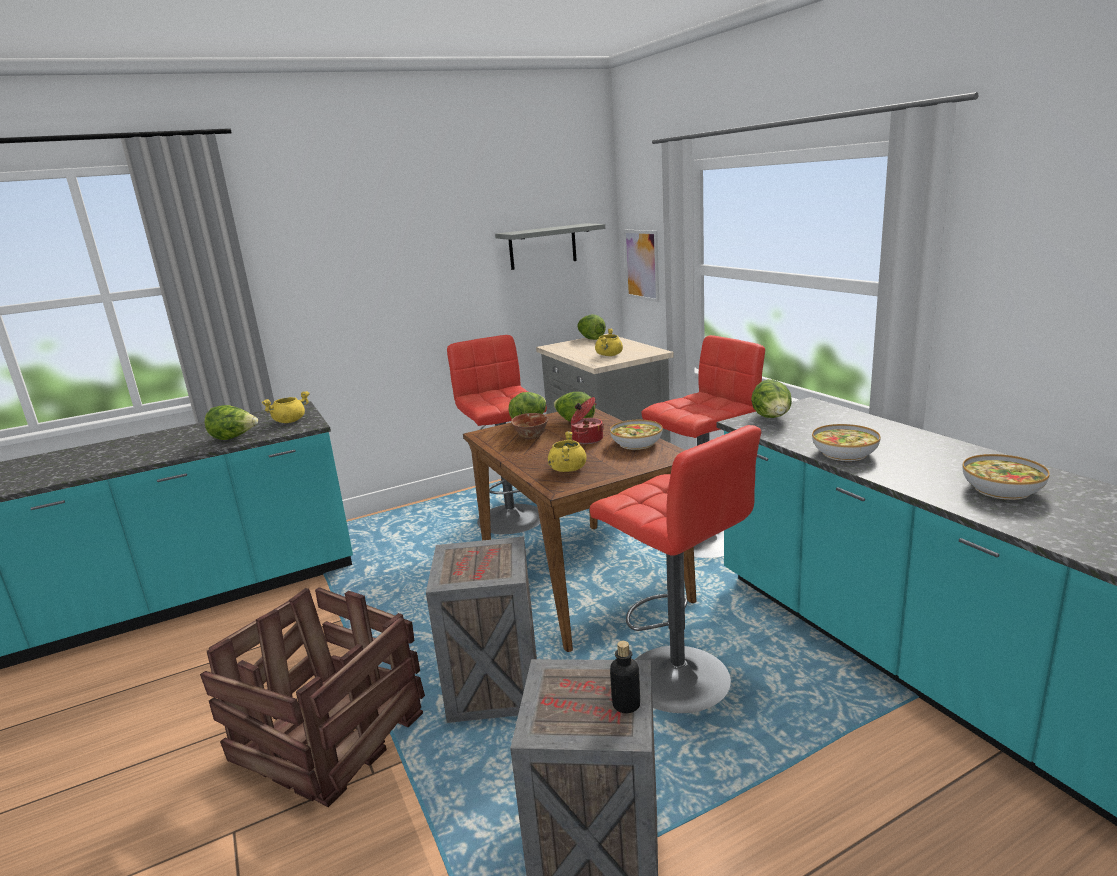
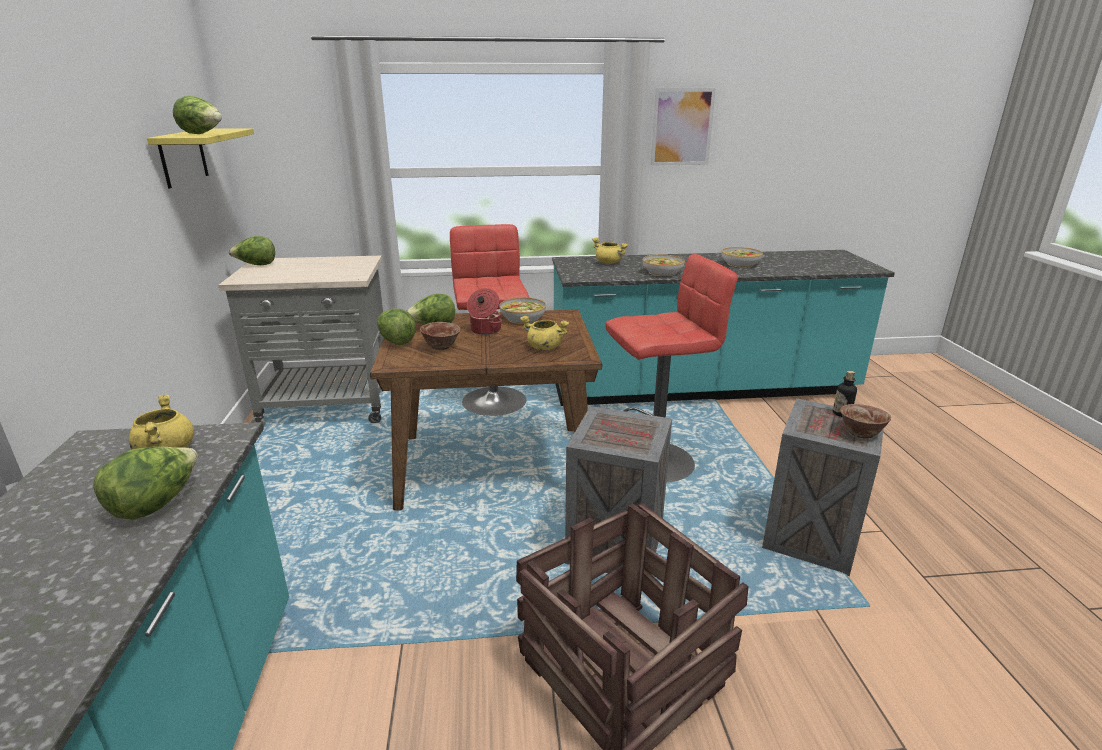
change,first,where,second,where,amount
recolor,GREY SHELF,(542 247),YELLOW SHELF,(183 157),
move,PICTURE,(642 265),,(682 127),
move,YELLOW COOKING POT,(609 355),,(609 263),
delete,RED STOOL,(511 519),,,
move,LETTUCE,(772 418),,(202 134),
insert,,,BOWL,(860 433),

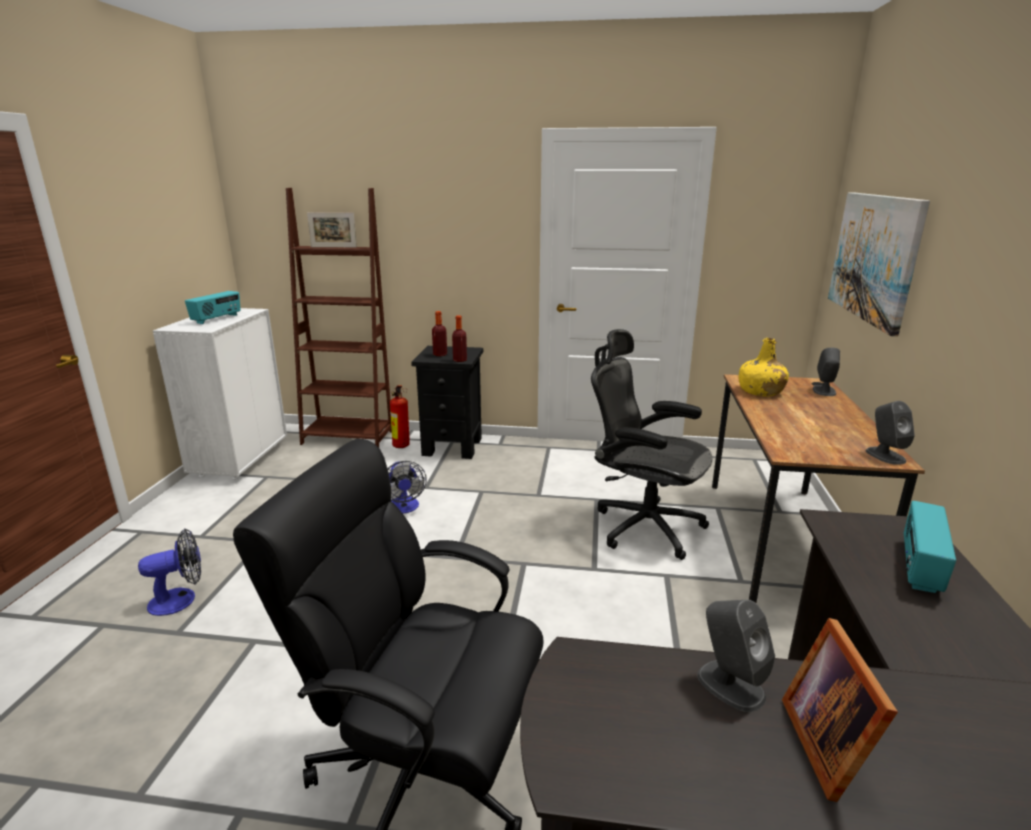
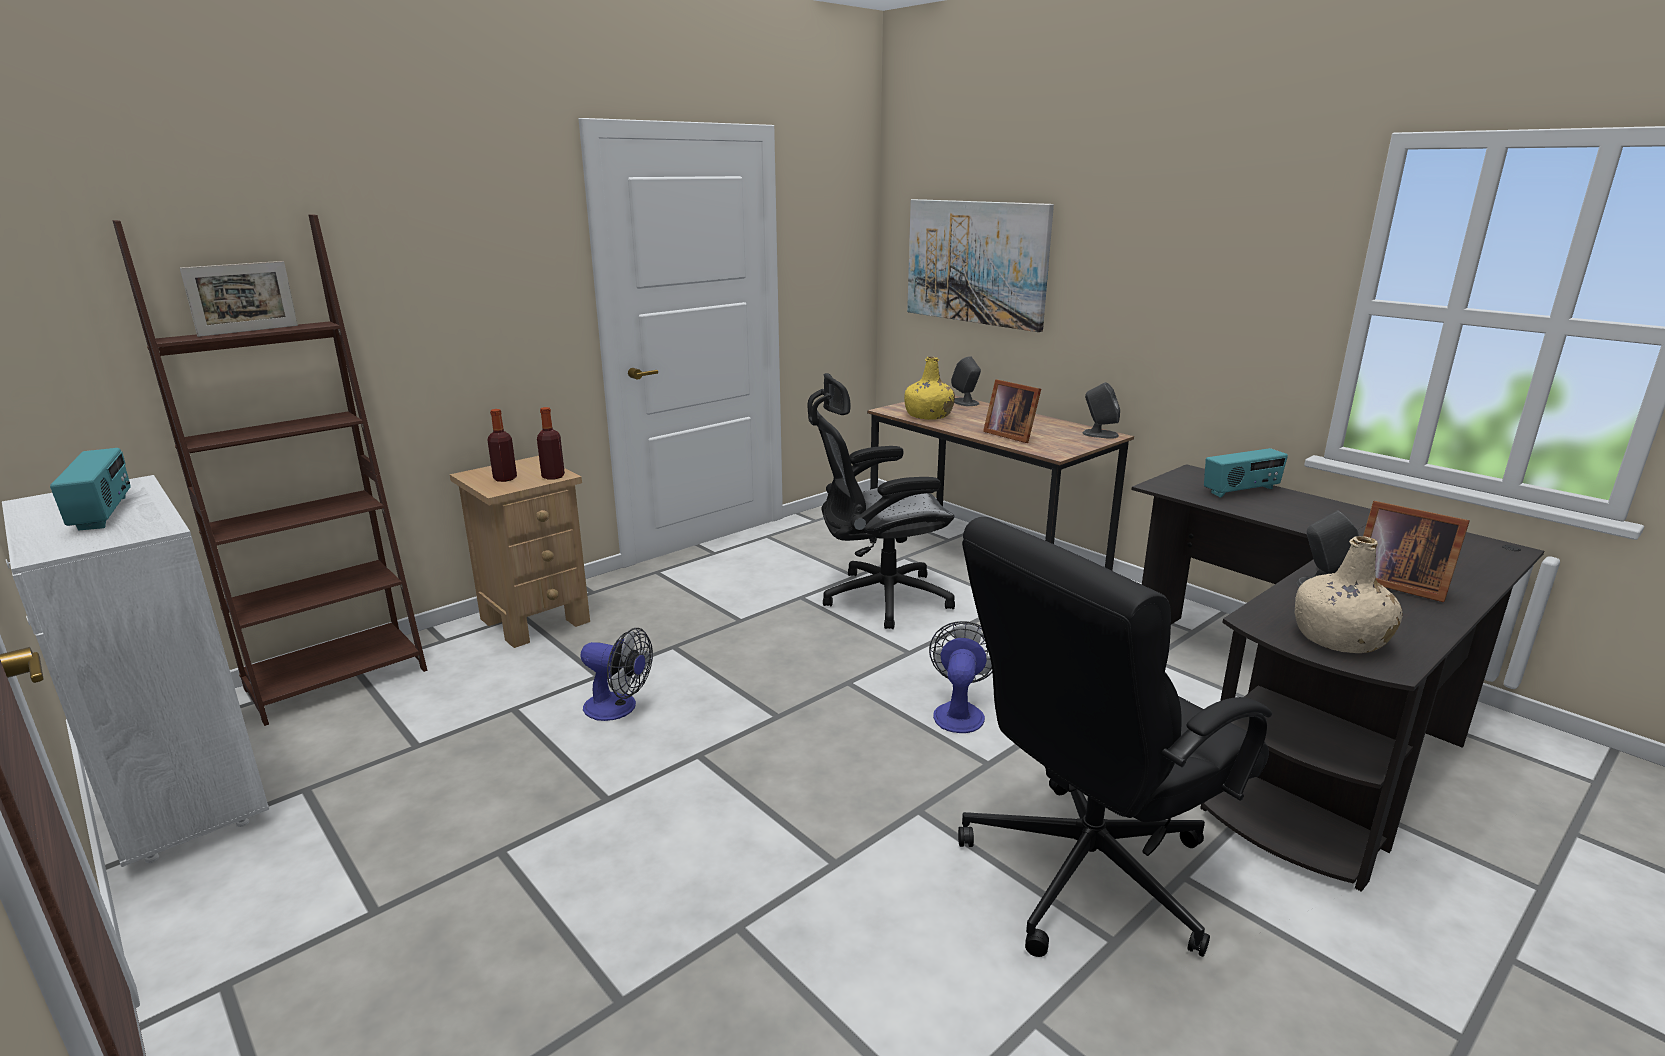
change,first,where,second,where,amount
recolor,BLACK NIGHTSTAND,(453 447),BEIGE NIGHTSTAND,(537 620),
delete,FIRE EXTINGUISHER,(401 447),,,
rotate,RADIO,(919 567),,(1241 491),90 degrees counterclockwise
move,FAN,(181 599),,(959 712),
insert,,,PICTURE FRAME,(1010 435),
insert,,,BEIGE BOTTLE,(1339 639),

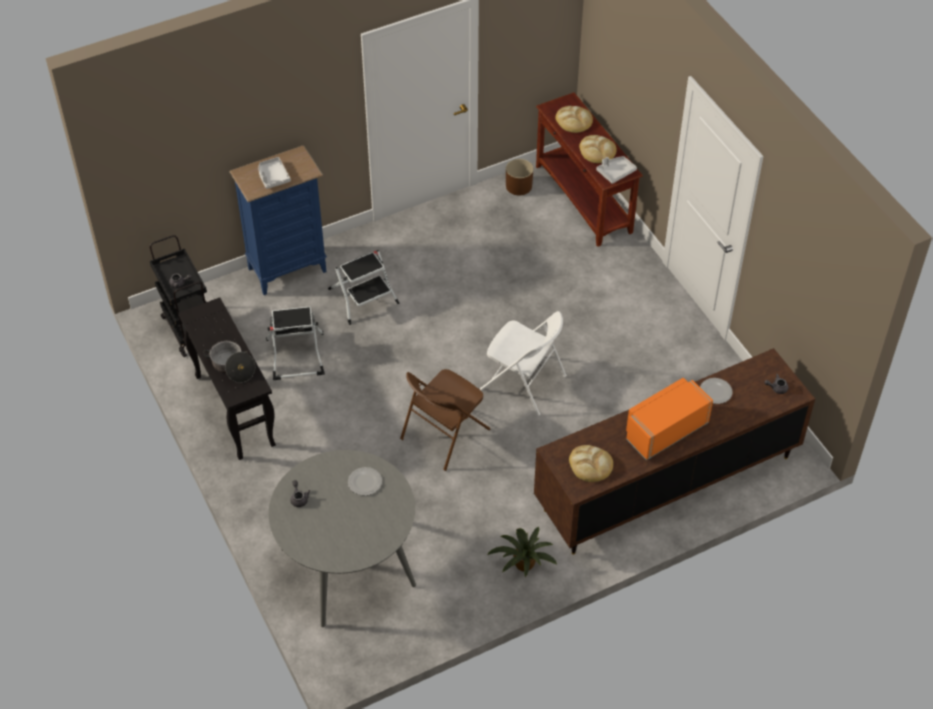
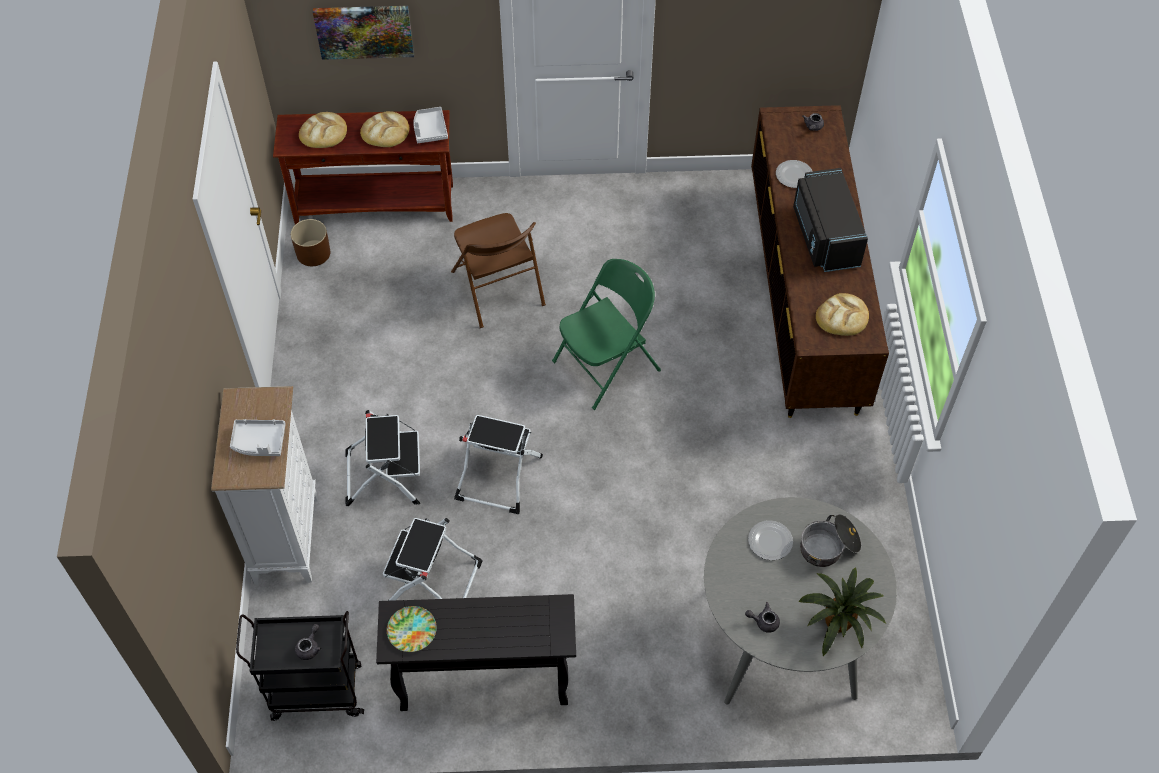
change,first,where,second,where,amount
recolor,BLUE DRESSER,(289 270),WHITE DRESSER,(288 538),
recolor,WHITE CHAIR,(523 383),GREEN CHAIR,(606 366),
move,COOKING POT,(232 367),,(829 547),
move,BROWN CHAIR,(444 434),,(497 288),
recolor,ORANGE MICROWAVE,(664 430),BLACK MICROWAVE,(824 236),
move,POTTED PLANT,(522 564),,(838 623),
insert,,,PICTURE,(364 31),
insert,,,STEP LADDER,(497 474),
insert,,,PLATE,(411 630),

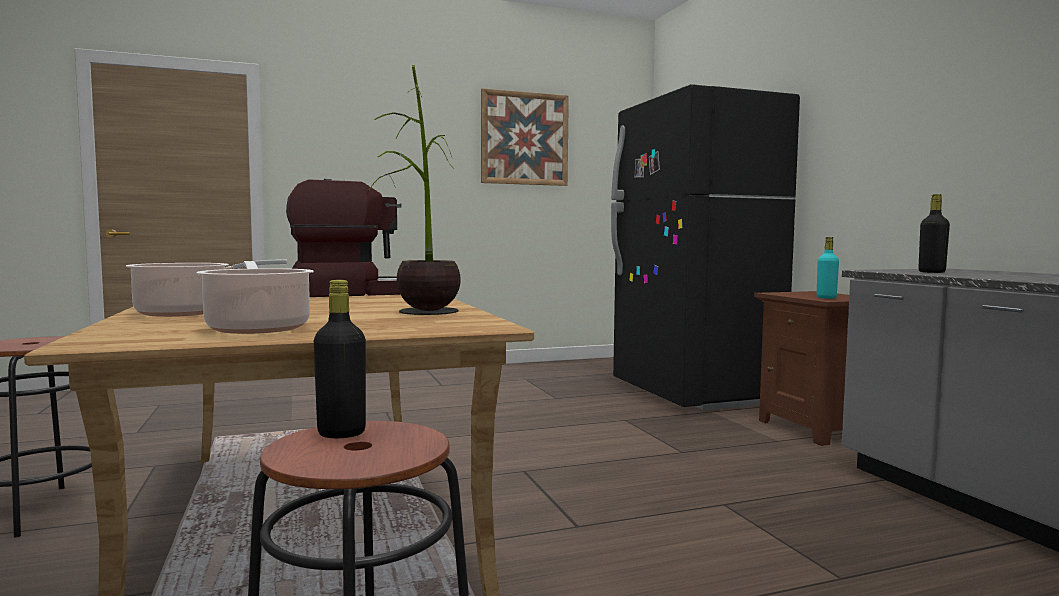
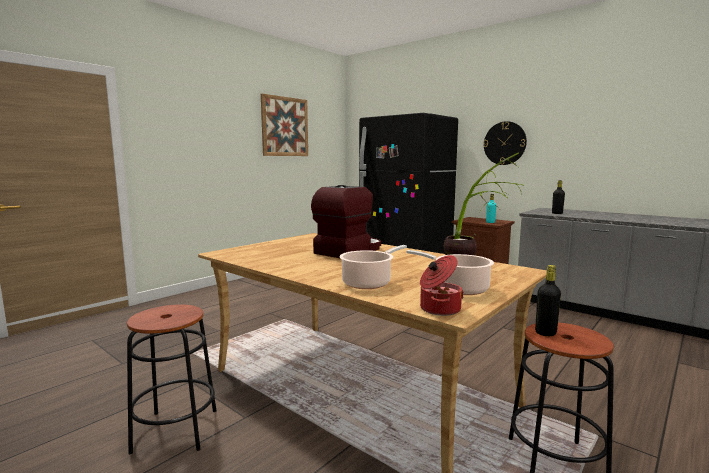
change,first,where,second,where,amount
insert,,,WALL CLOCK,(504 143),
insert,,,COOKING POT,(438 309),

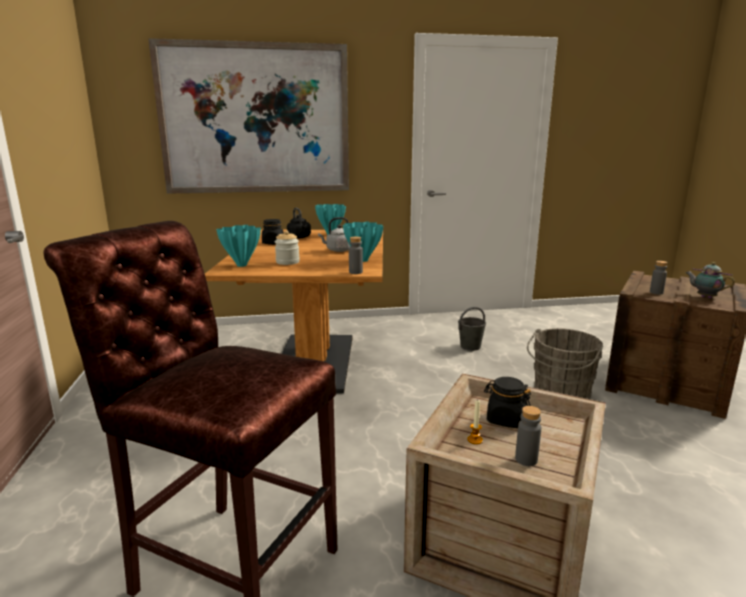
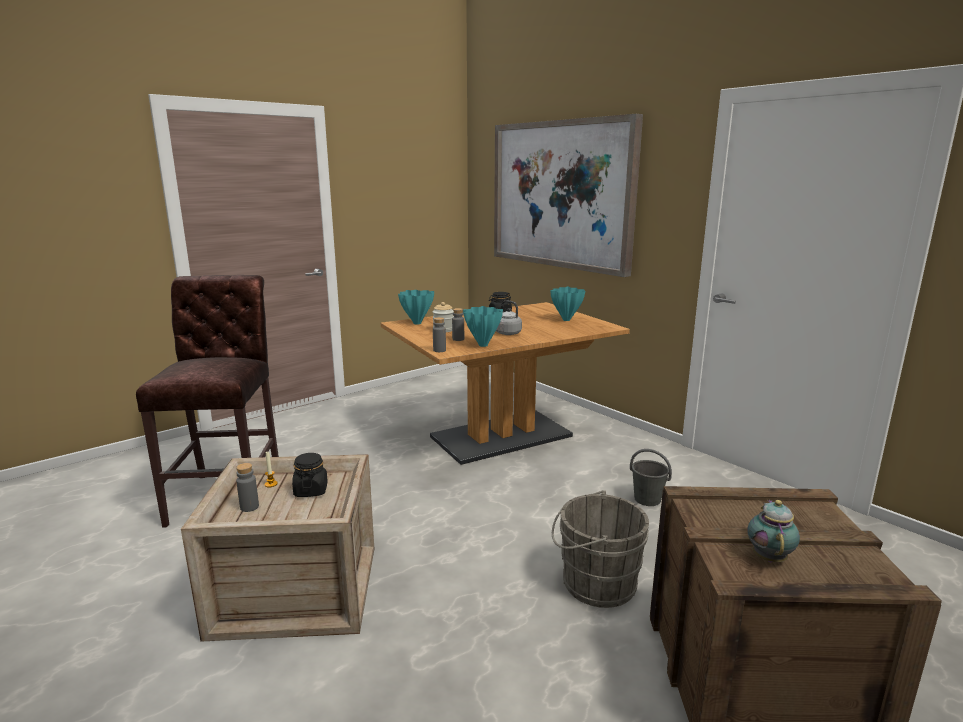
change,first,where,second,where,amount
delete,BLACK KETTLE,(299 237),,,
move,GREY BOTTLE,(656 292),,(458 339),

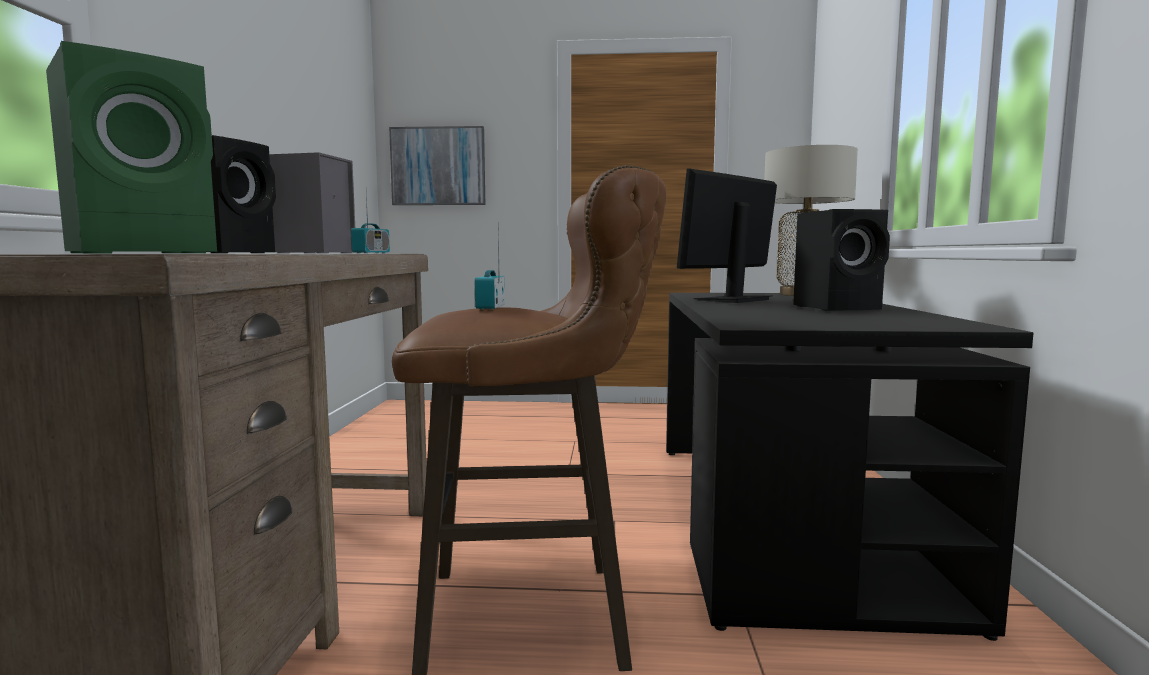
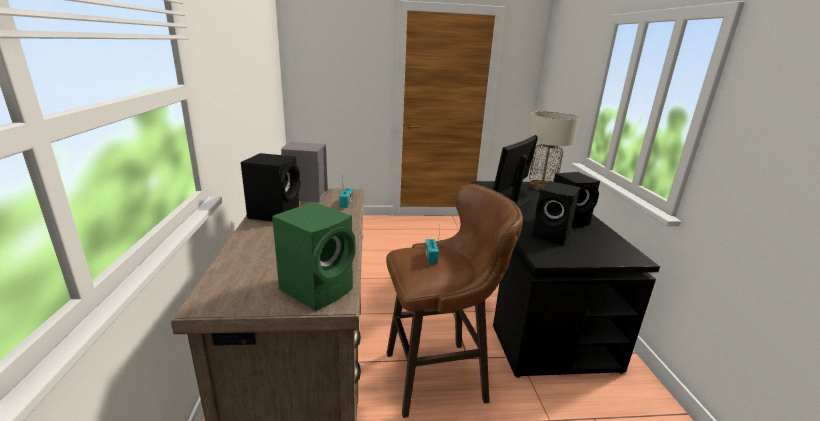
change,first,where,second,where,amount
delete,PICTURE,(438 166),,,
insert,,,BLACK SPEAKER,(552 235),

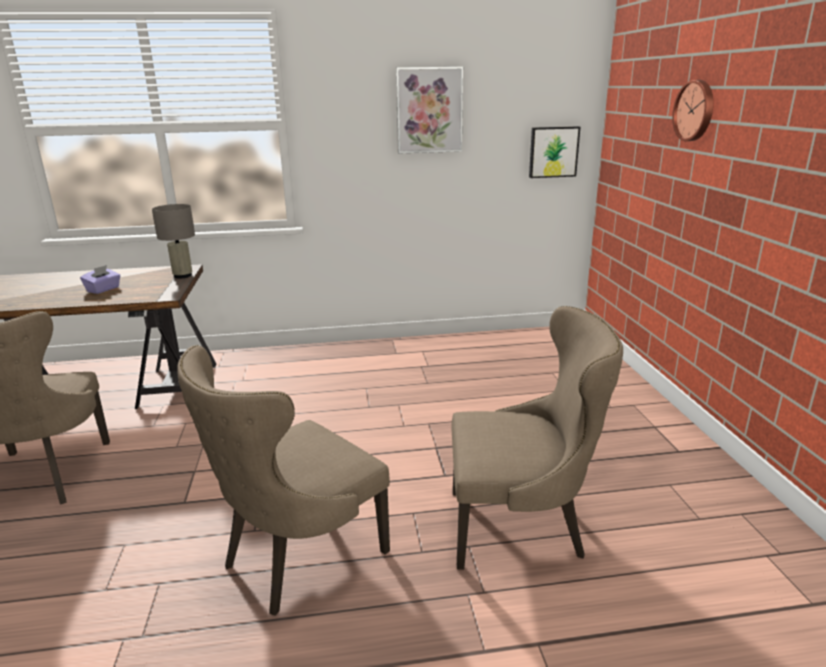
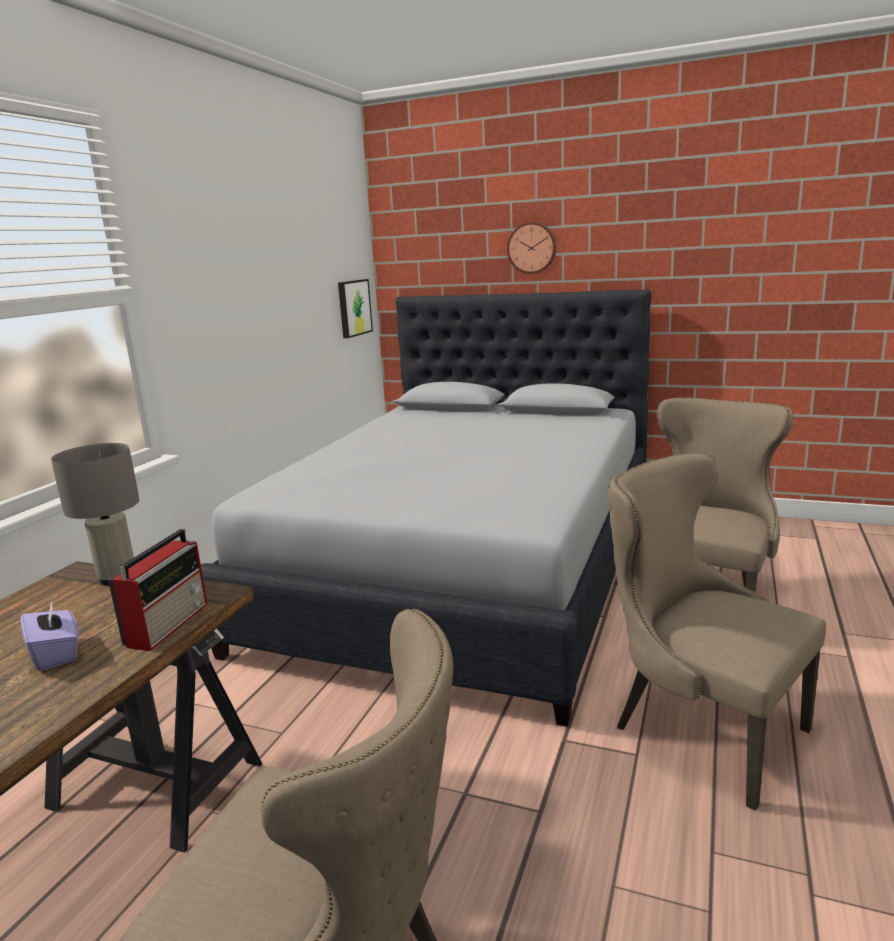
change,first,where,second,where,amount
delete,PICTURE,(429 110),,,
rotate,BEIGE CHAIR,(298 557),,(700 730),150 degrees clockwise
insert,,,GREY BED,(468 569),
insert,,,RADIO,(169 623),

